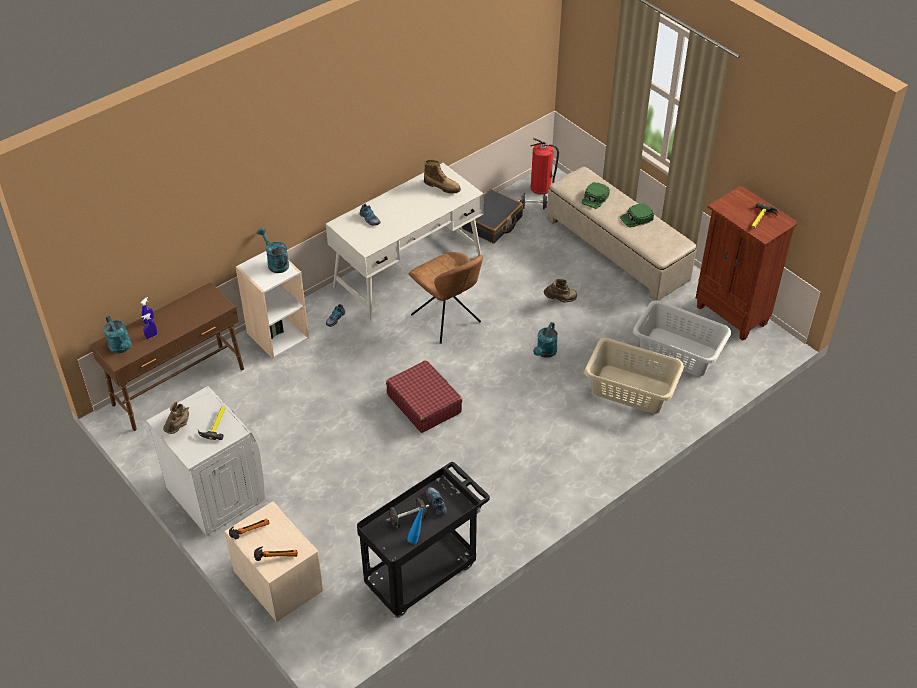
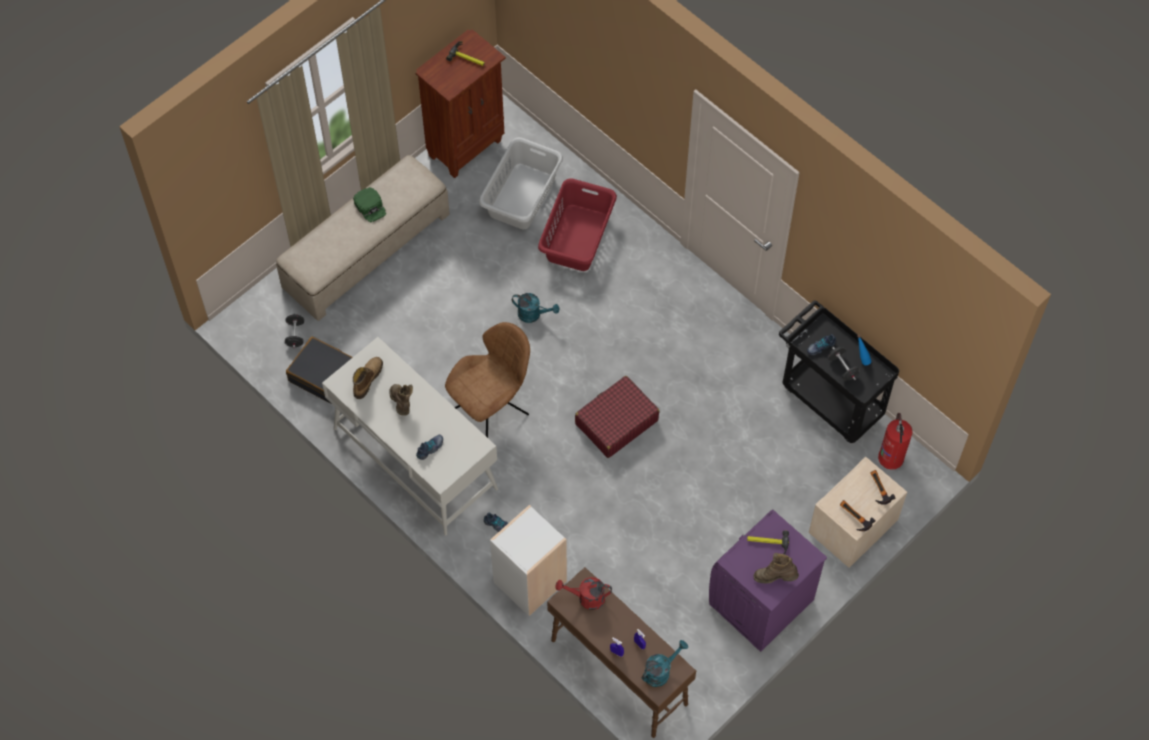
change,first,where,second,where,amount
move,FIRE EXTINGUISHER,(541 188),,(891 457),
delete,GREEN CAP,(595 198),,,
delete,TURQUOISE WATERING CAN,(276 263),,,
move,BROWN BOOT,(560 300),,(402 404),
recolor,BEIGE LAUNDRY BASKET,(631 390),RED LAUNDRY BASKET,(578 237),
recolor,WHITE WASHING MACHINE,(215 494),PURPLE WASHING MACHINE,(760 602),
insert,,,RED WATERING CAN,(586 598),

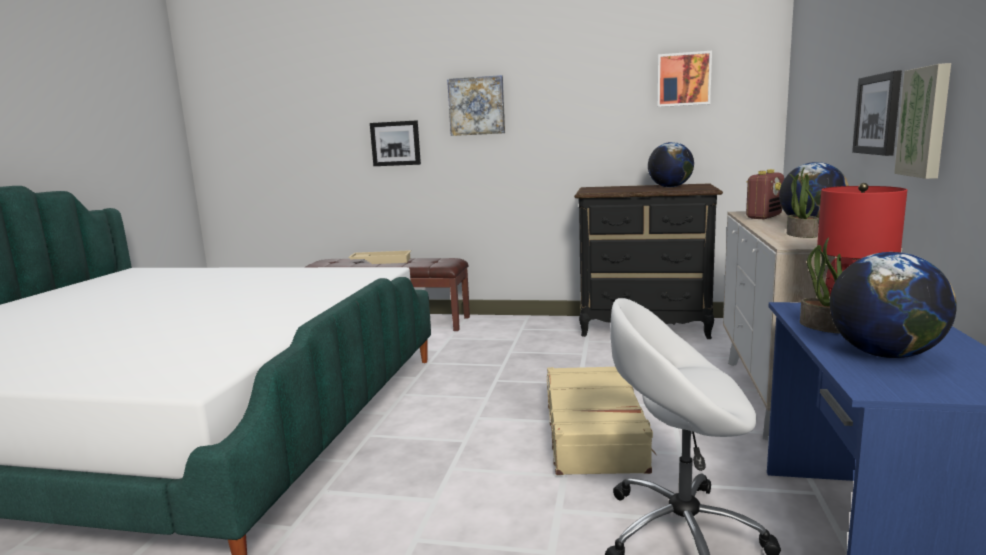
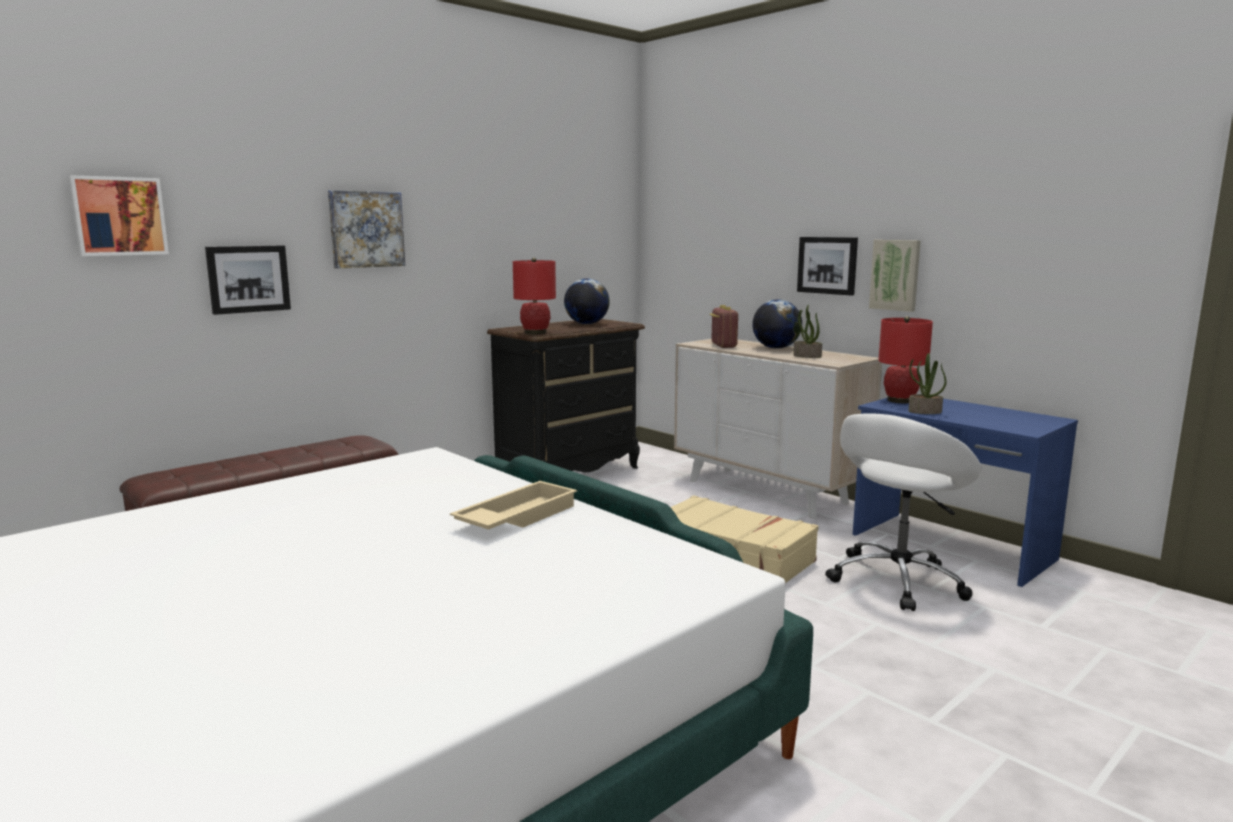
change,first,where,second,where,amount
move,PICTURE,(683 79),,(119 216),
move,BEIGE TRAY,(381 261),,(516 517),
delete,GLOBE,(884 354),,,
insert,,,RED TABLE LAMP,(535 333),

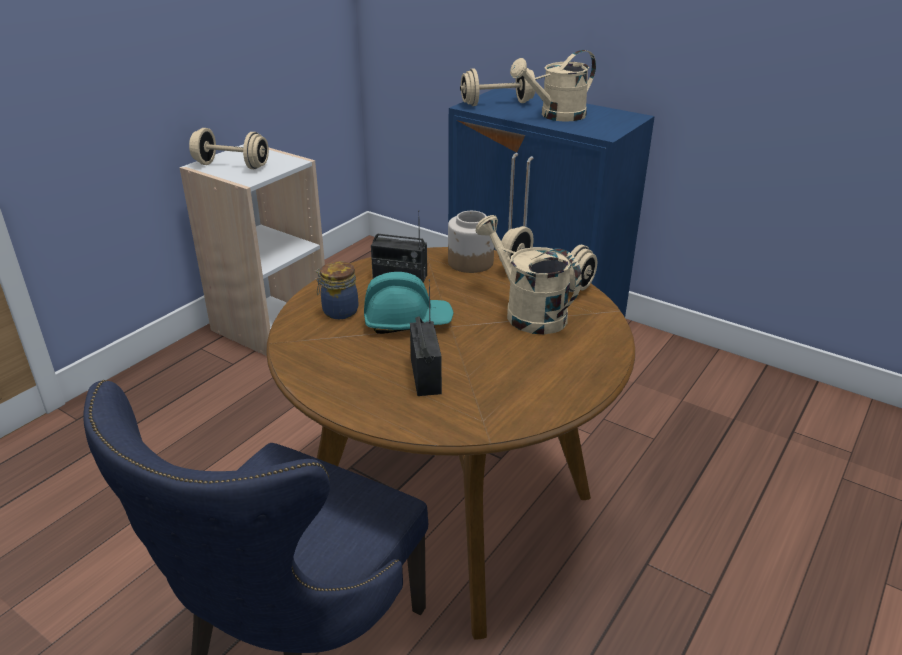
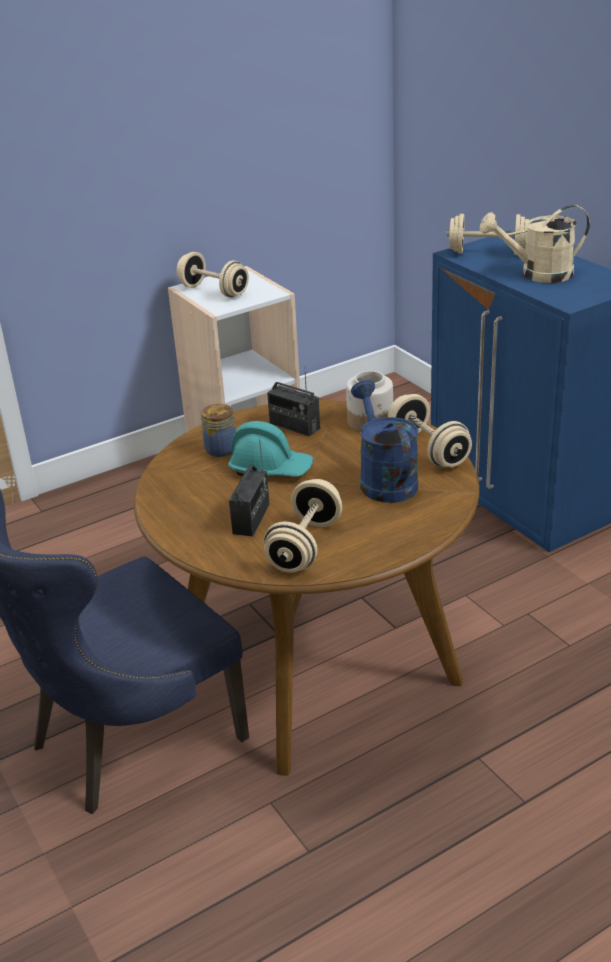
change,first,where,second,where,amount
recolor,BEIGE WATERING CAN,(527 312),BLUE WATERING CAN,(384 479),
insert,,,BEIGE DUMBBELL,(305 546),

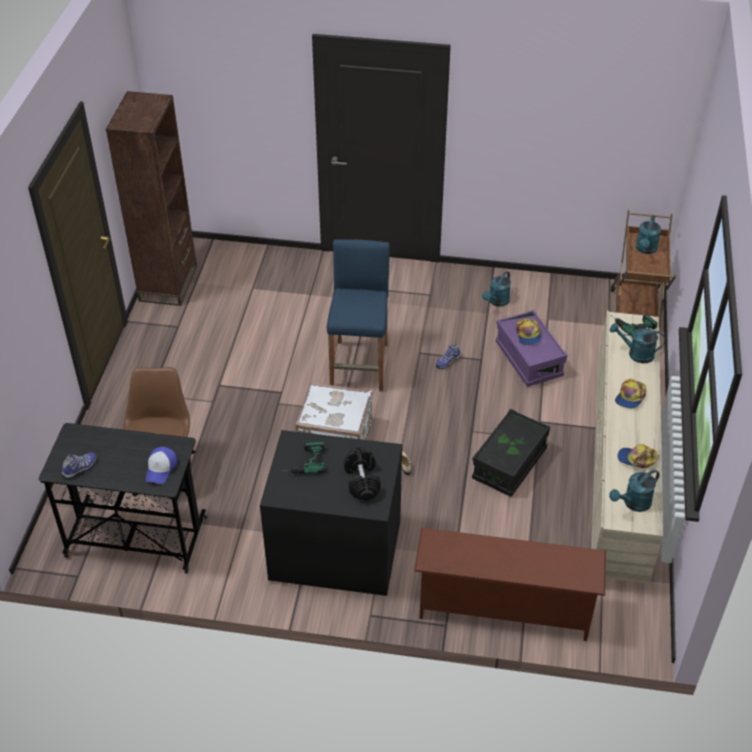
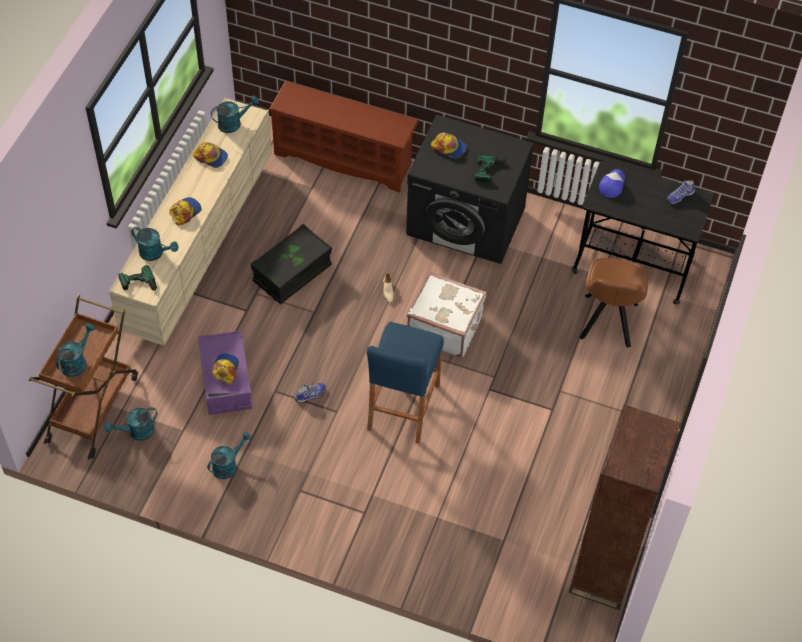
change,first,where,second,where,amount
replace,BLACK DUMBBELL,(361 481),CAP,(449 147),
insert,,,TURQUOISE WATERING CAN,(137 432),

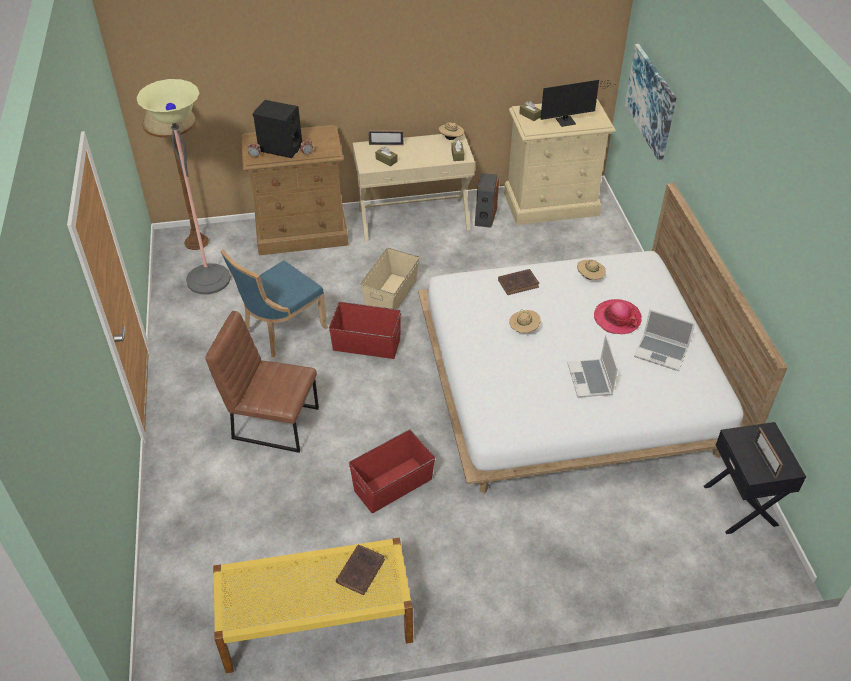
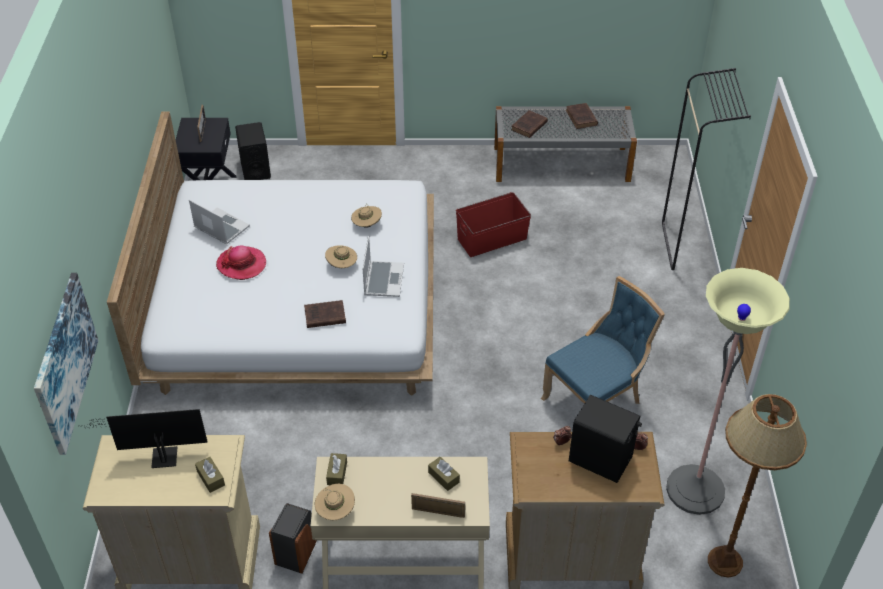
change,first,where,second,where,amount
delete,BEIGE STORAGE BOX,(392 295),,,
move,BEIGE HAT,(590 277),,(367 225),
delete,RED STORAGE BOX,(366 344),,,
delete,BROWN CHAIR,(273 422),,,
move,LAPTOP,(590 380),,(383 279),
recolor,YELLOW BENCH,(317 622),GREY BENCH,(561 163),
insert,,,BLACK CLOTHES RACK,(686 247),
insert,,,BROWN BOOK,(581 118),
insert,,,BLACK SPEAKER,(255 169),

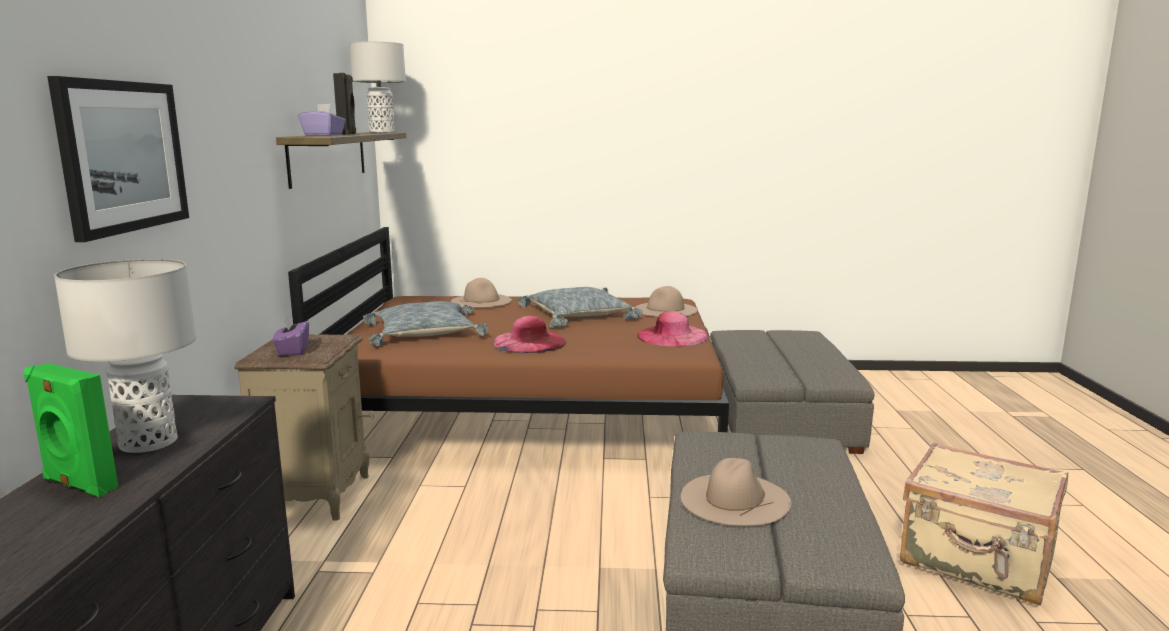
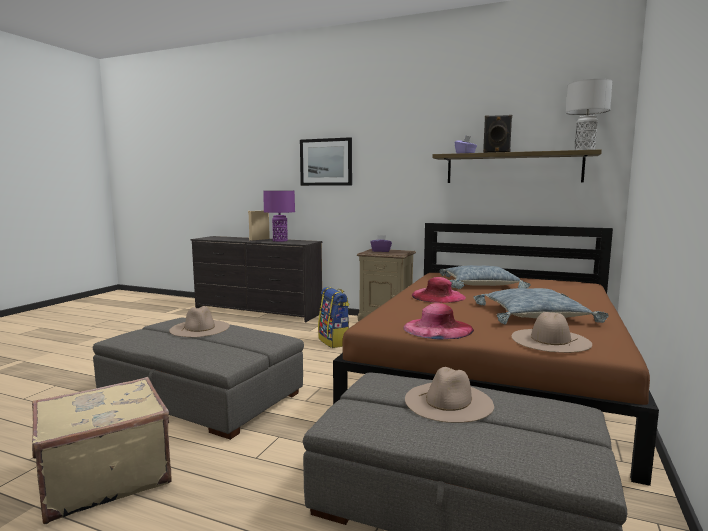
change,first,where,second,where,amount
recolor,WHITE TABLE LAMP,(149 442),PURPLE TABLE LAMP,(280 241),
move,BEIGE HAT,(481 300),,(448 401),
recolor,GREEN SPEAKER,(78 485),BEIGE SPEAKER,(259 239),
insert,,,BACKPACK,(335 341),

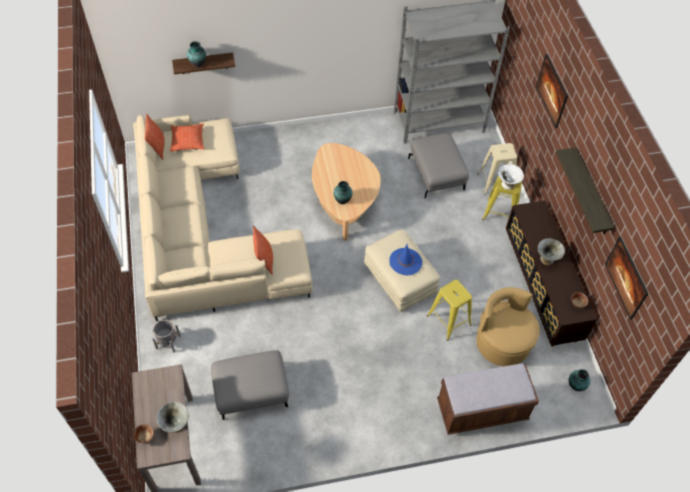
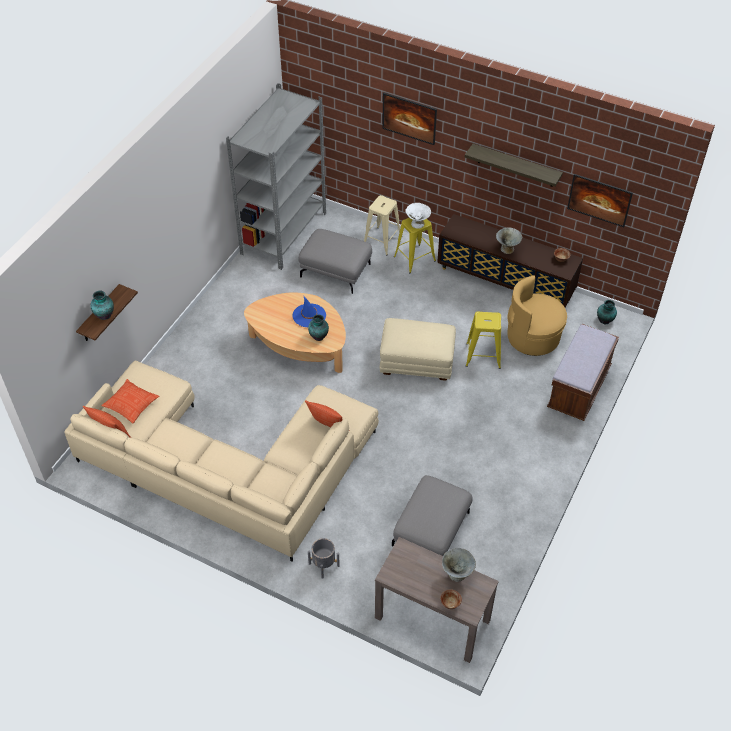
change,first,where,second,where,amount
move,BLUE HAT,(405 261),,(309 315),

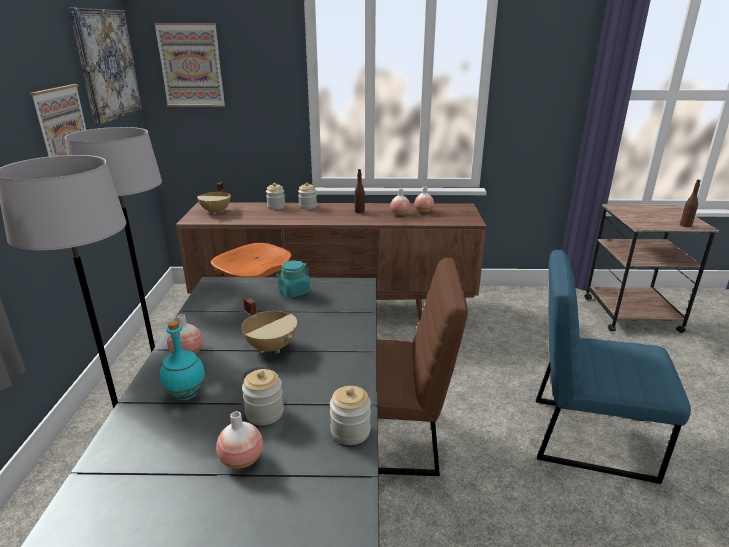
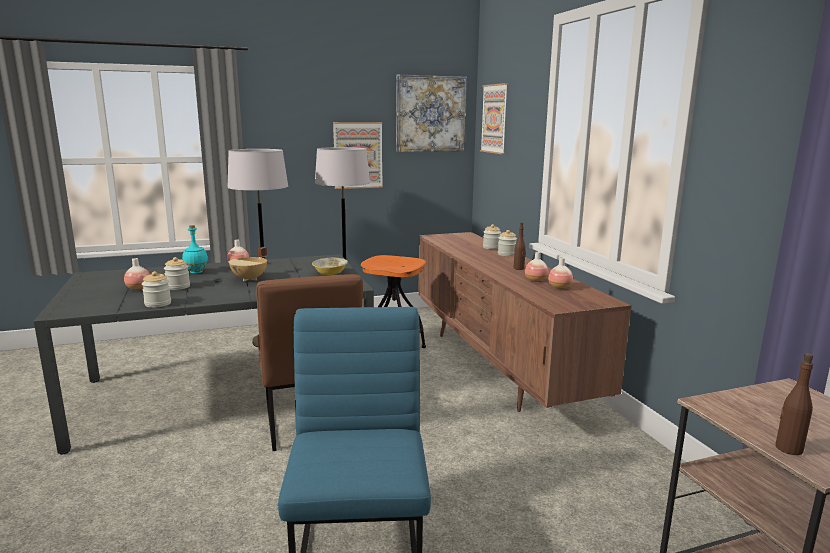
change,first,where,second,where,amount
delete,BEIGE COOKING POT,(217 211),,,
replace,TURQUOISE JAR,(294 292),BOWL,(330 274),

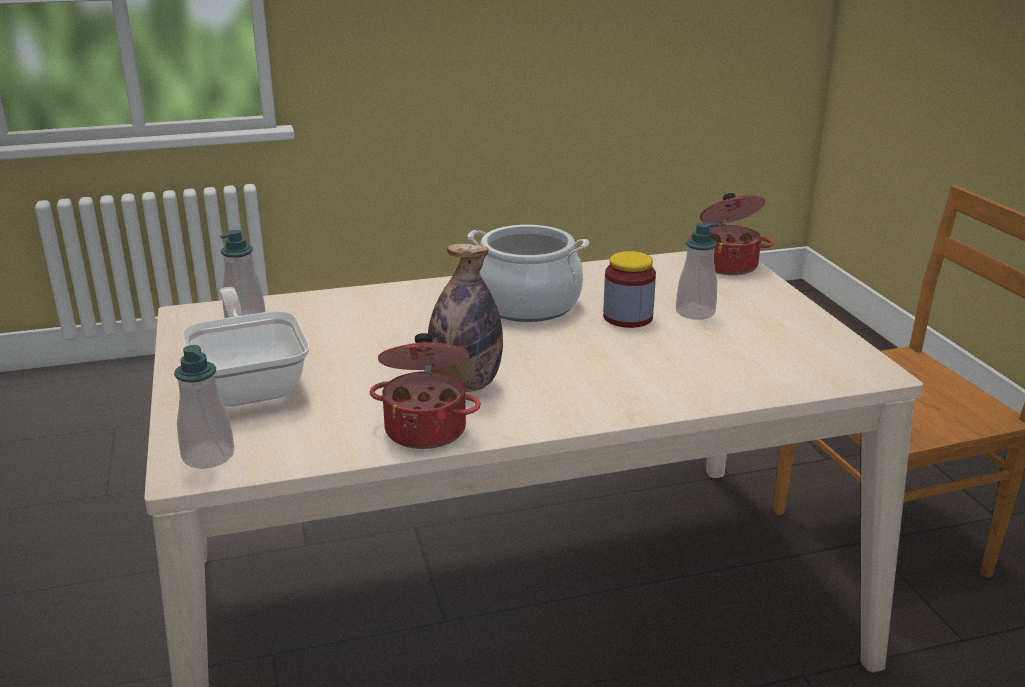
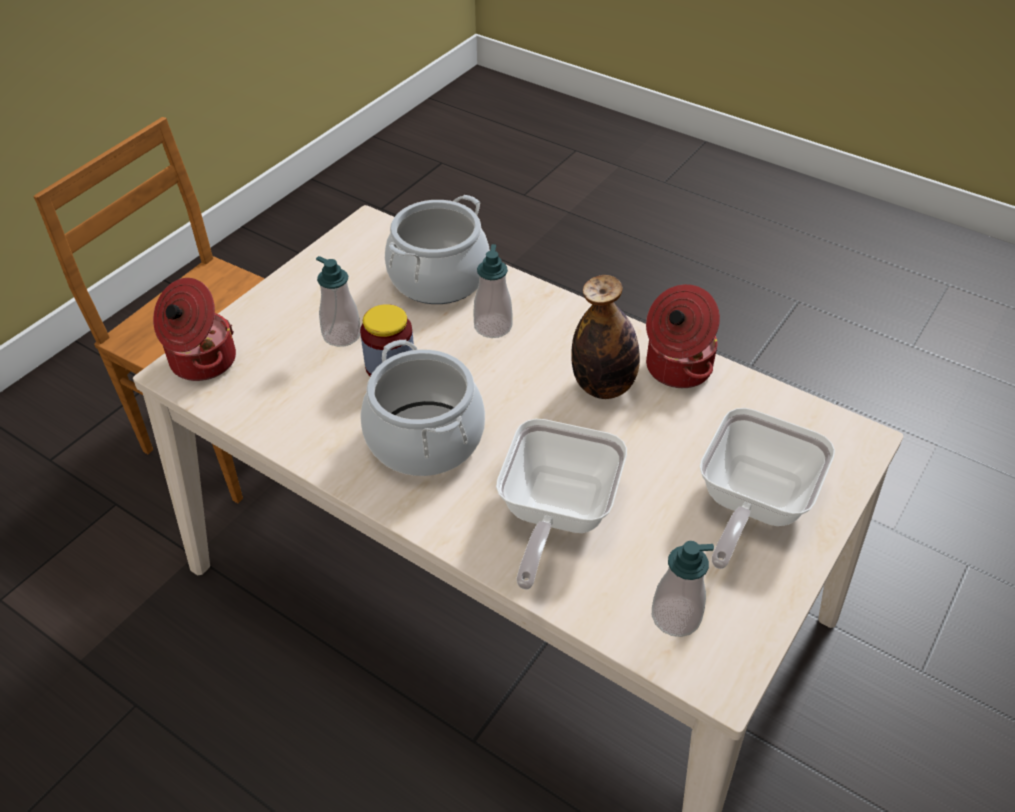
change,first,where,second,where,amount
move,SOAP DISPENSER,(208 456),,(493 326),
insert,,,COOKING POT,(439 278),
insert,,,FRYING PAN,(555 515),

